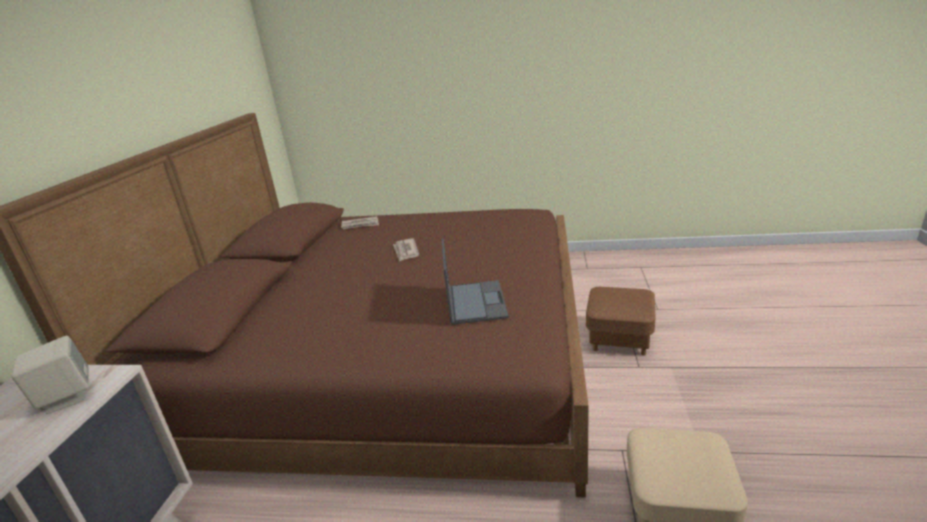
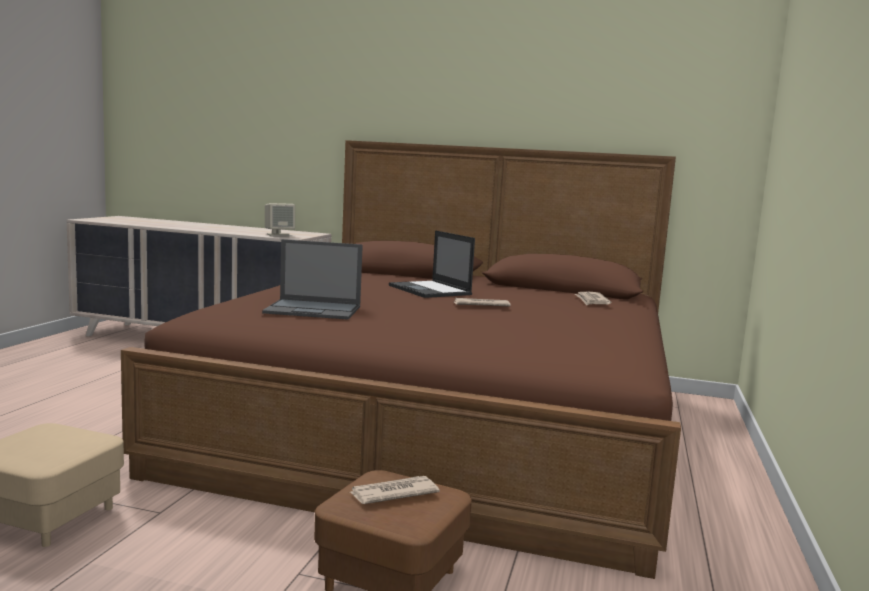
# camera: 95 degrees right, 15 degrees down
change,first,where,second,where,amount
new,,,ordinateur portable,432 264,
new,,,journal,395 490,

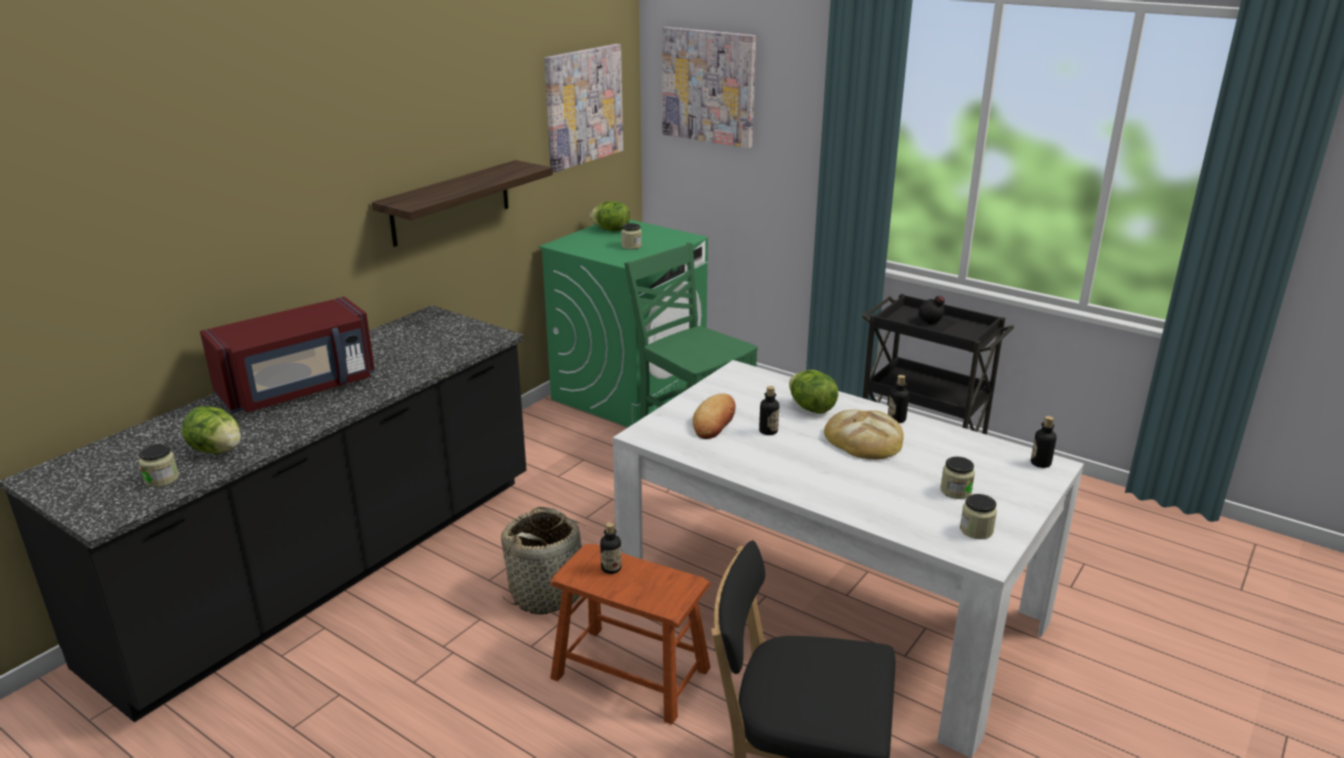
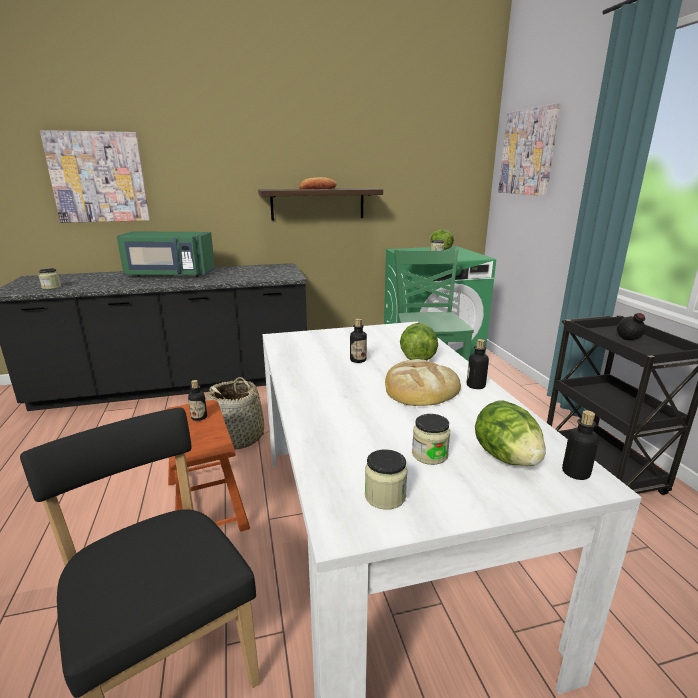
# camera: 40 degrees right, 5 degrees down
change,first,where,second,where,amount
shifted,tableau,583 108,,95 176,
repainted,micro-ondes/rouge,287 355,micro-ondes/vert,166 254,
shifted,pain,714 416,,318 183,
shifted,laitue,211 430,,510 433,

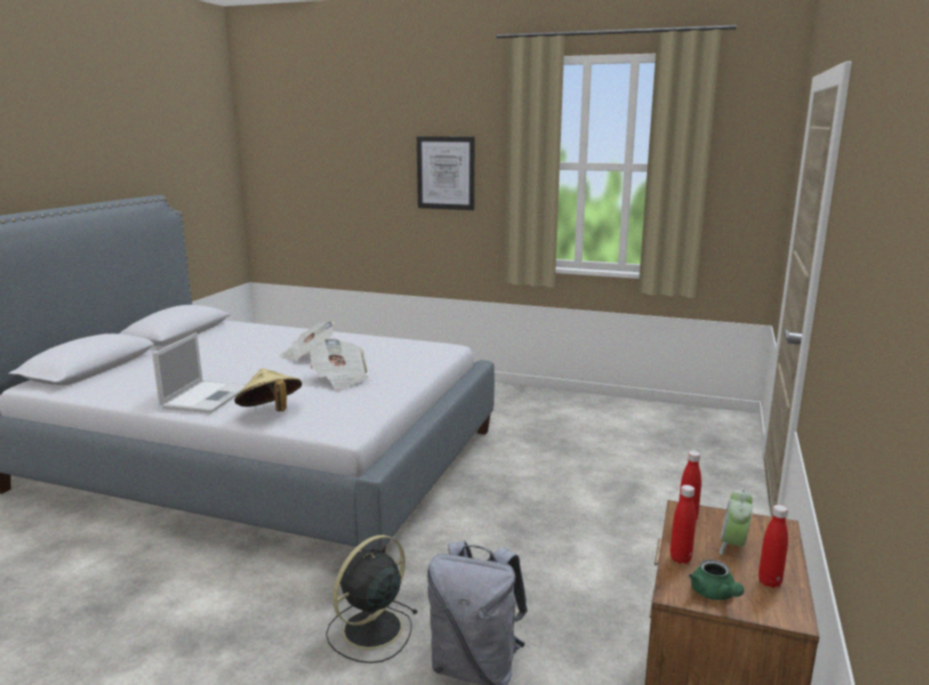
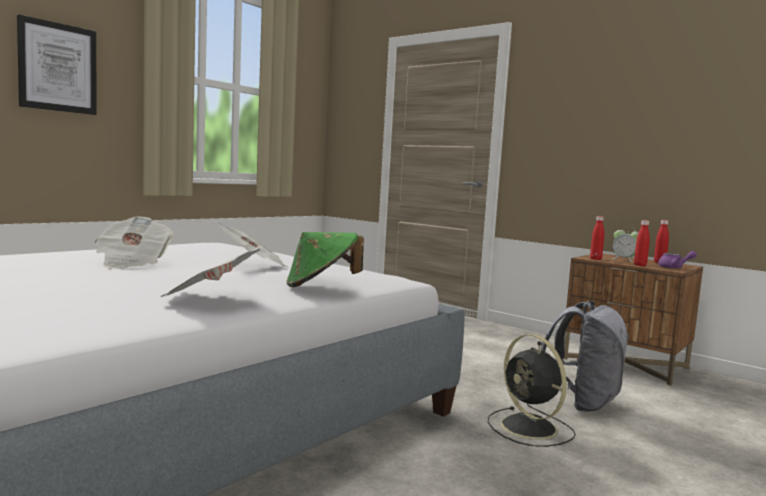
# camera: 70 degrees left, 10 degrees down
change,first,where,second,where,amount
swapped,ordinateur portable,199 373,journal,211 271,
repainted,chapeau/beige,268 389,chapeau/vert,325 259,
repainted,théière/vert,716 580,théière/violet,677 260,

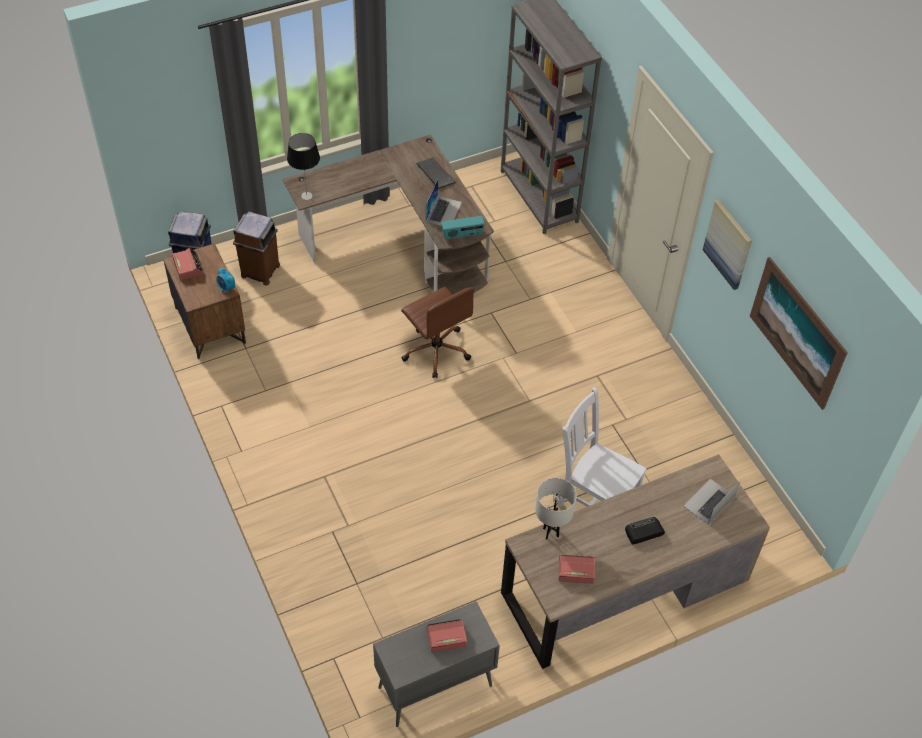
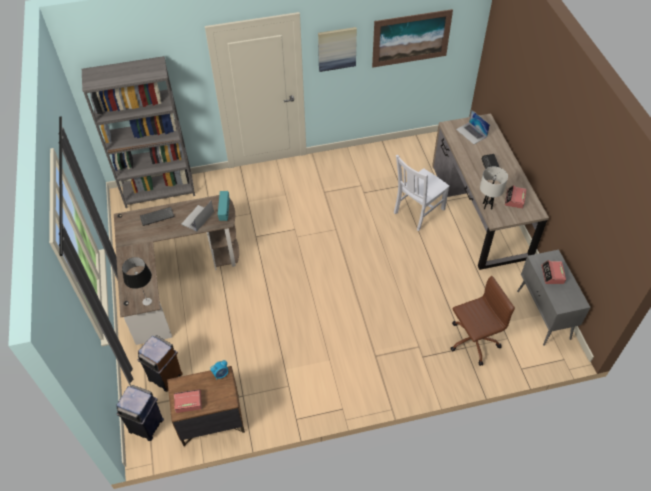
# camera: 75 degrees left, 0 degrees up
change,first,where,second,where,amount
rotated,ordinateur portable,444 203,,198 216,90 degrees counterclockwise
shifted,chaise de bureau/marron,438 332,,482 320,

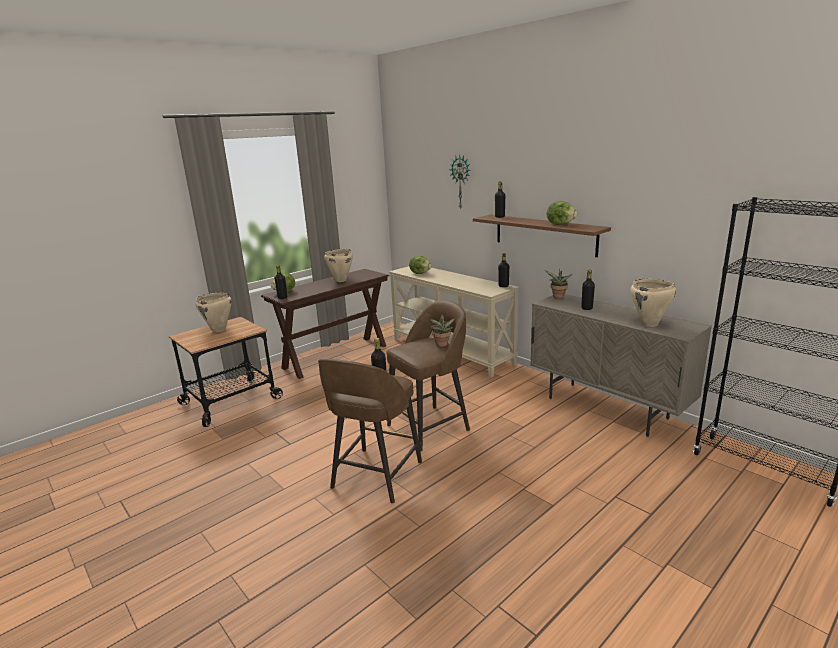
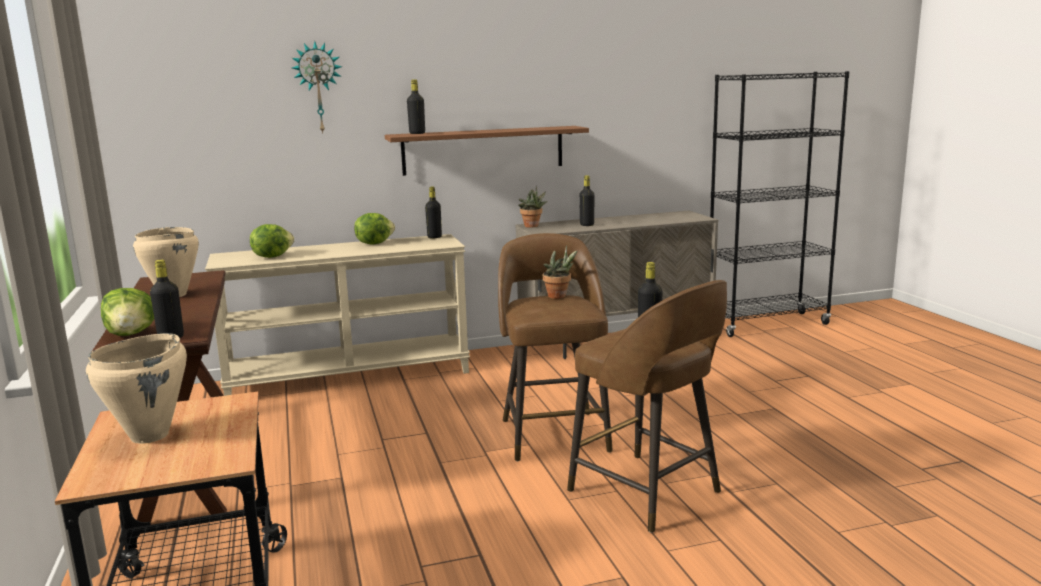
# camera: 65 degrees left, 5 degrees down
change,first,where,second,where,amount
shifted,laitue,562 213,,374 228,
gone,marmite/beige,653 303,,,

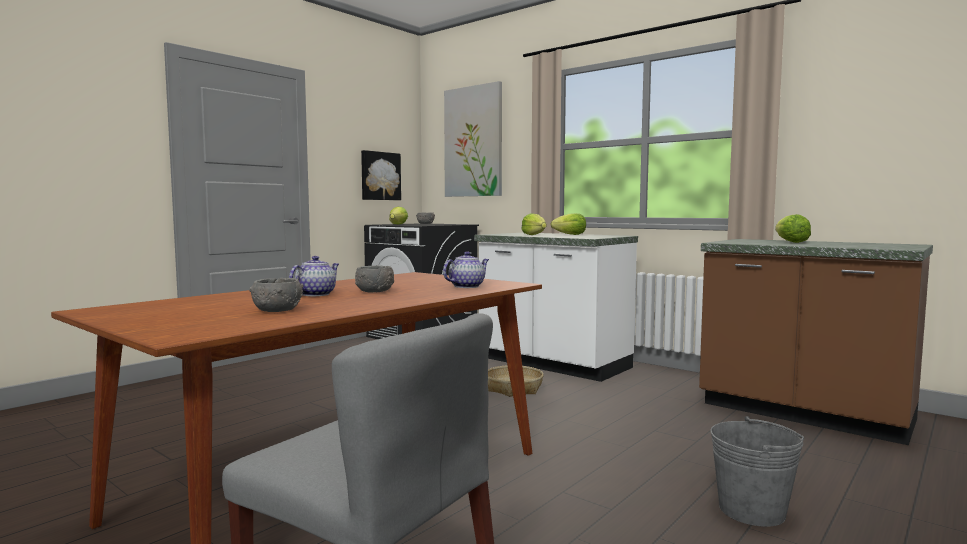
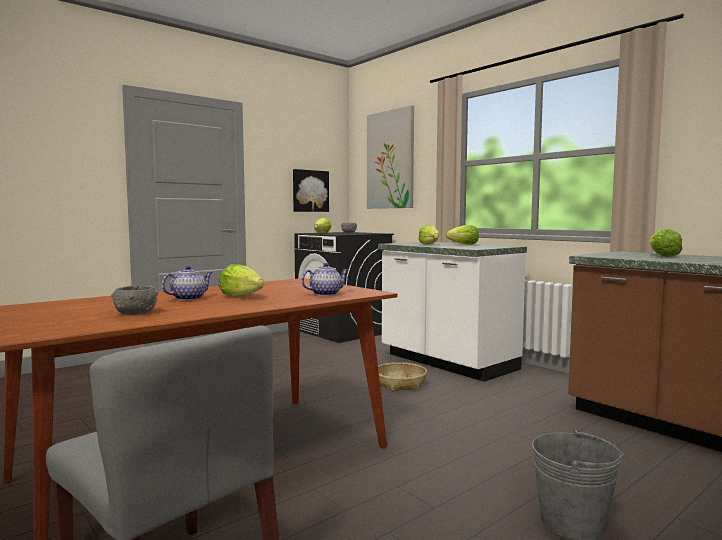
# camera: 10 degrees right, 0 degrees up
change,first,where,second,where,amount
swapped,bol/gris,374 279,laitue,241 280,

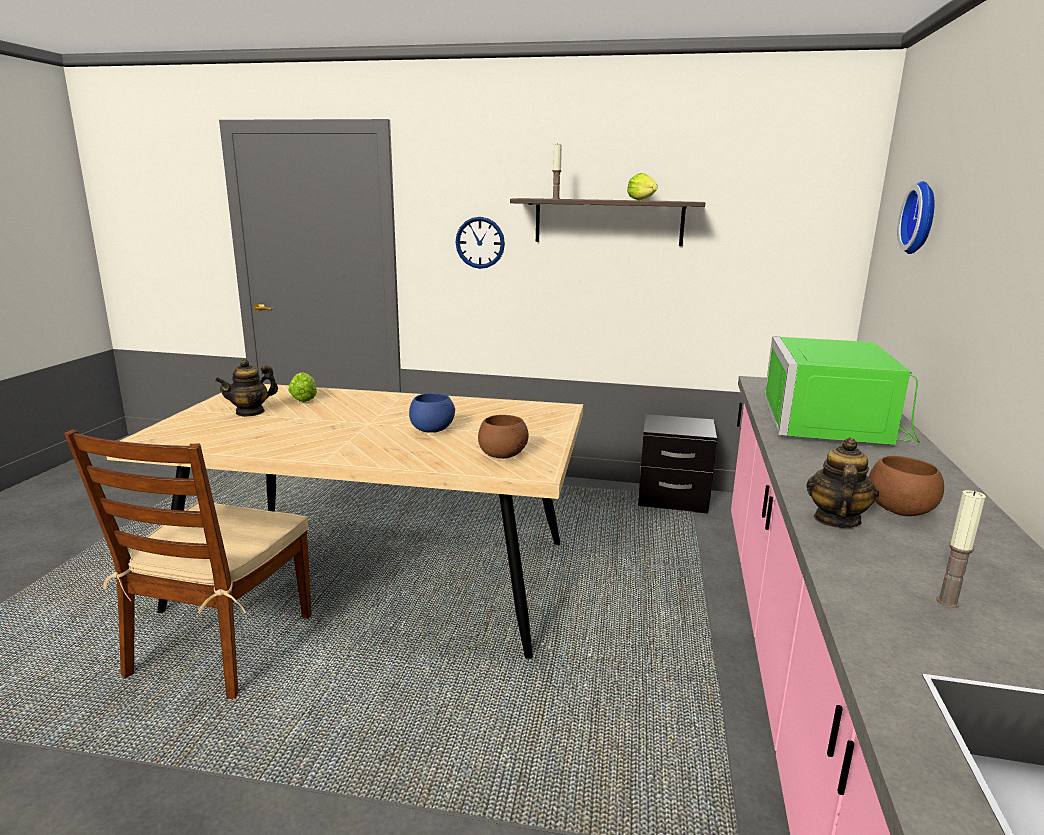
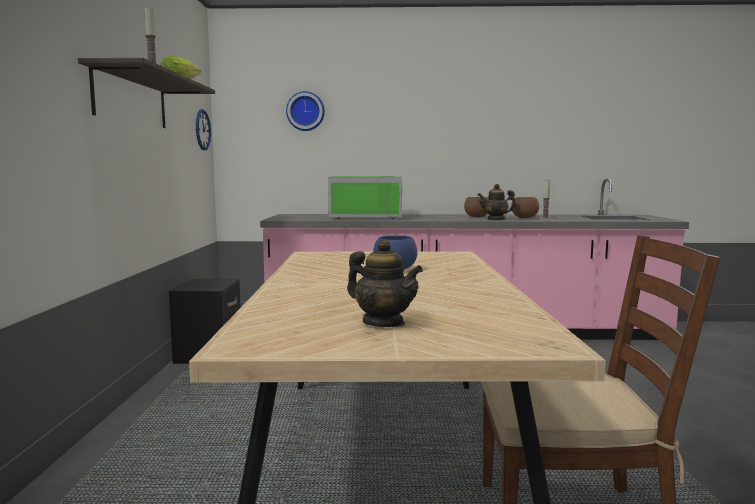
# camera: 100 degrees left, 10 degrees down
change,first,where,second,where,amount
shifted,horloge murale,480 243,,203 130,
gone,laitue,302 387,,,
shifted,bol/marron,503 437,,525 207,

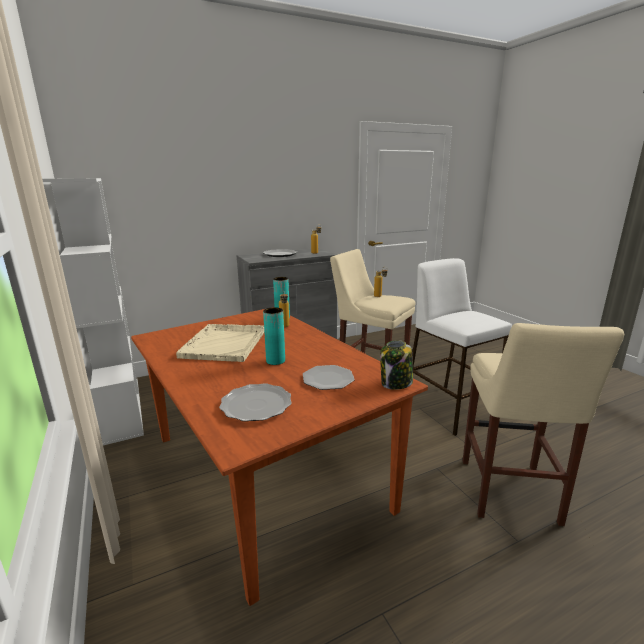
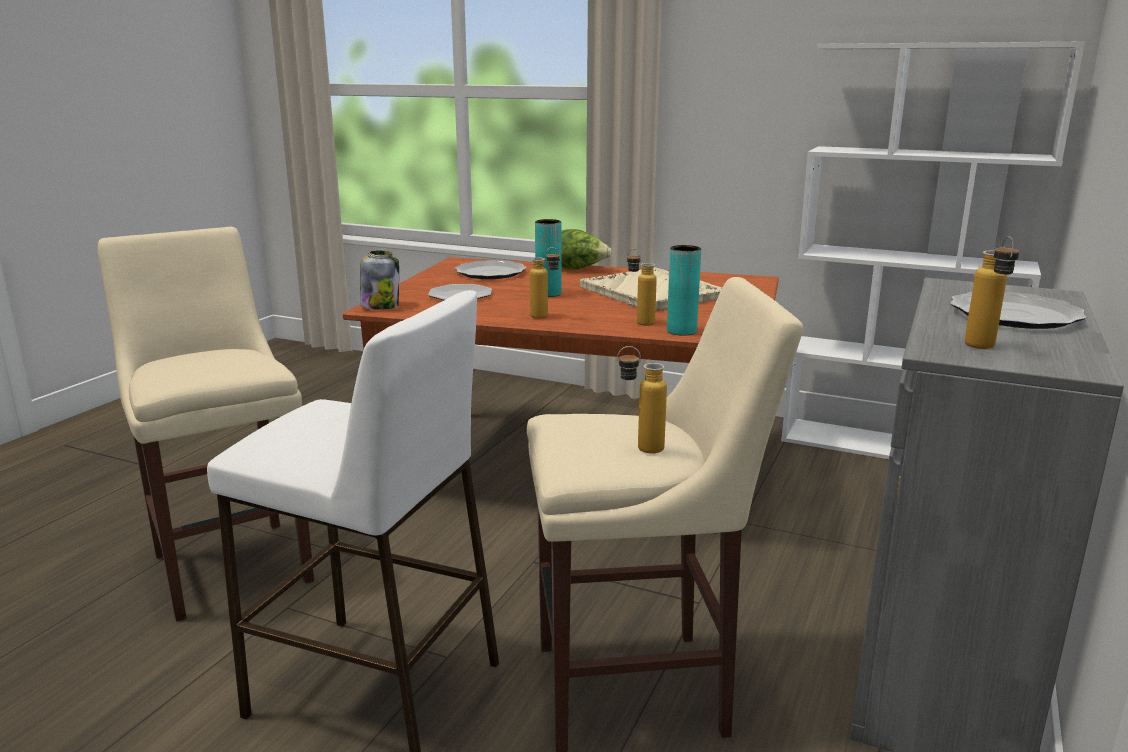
# camera: 140 degrees right, 0 degrees up
change,first,where,second,where,amount
new,,,laitue,586 249,
new,,,bouteille,545 283,

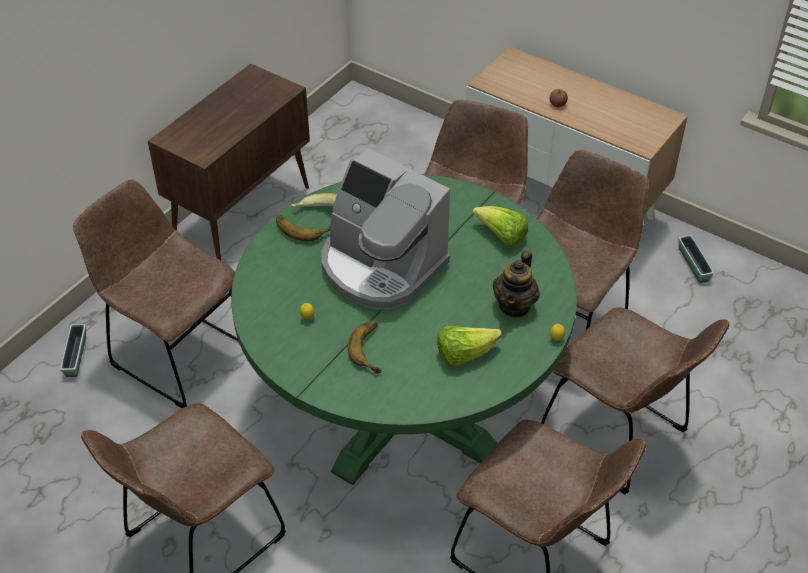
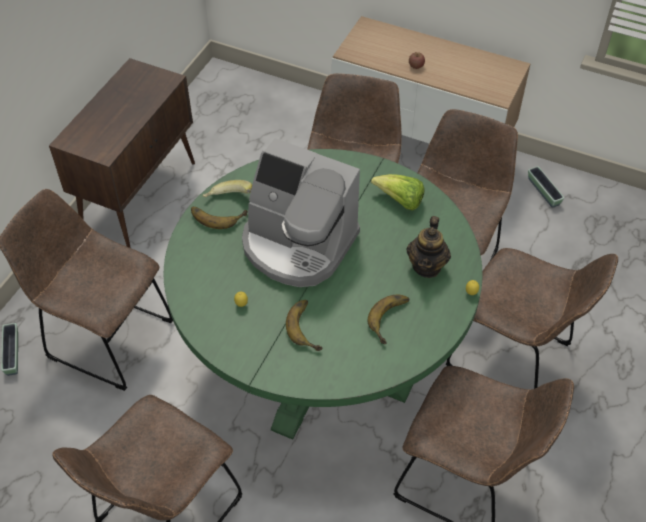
# camera: 10 degrees left, 5 degrees up
change,first,where,second,where,amount
swapped,laitue,469 346,banane,388 319,

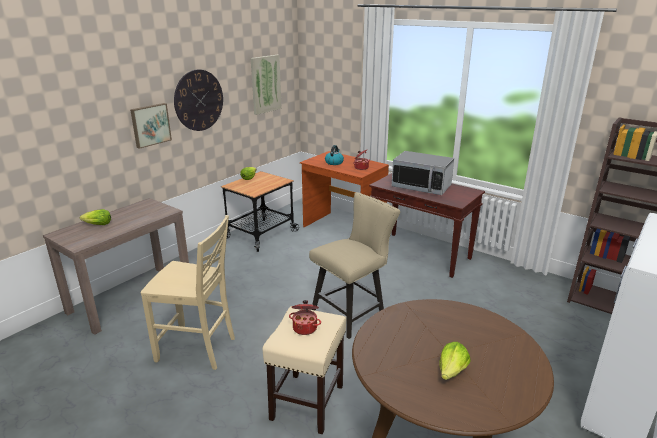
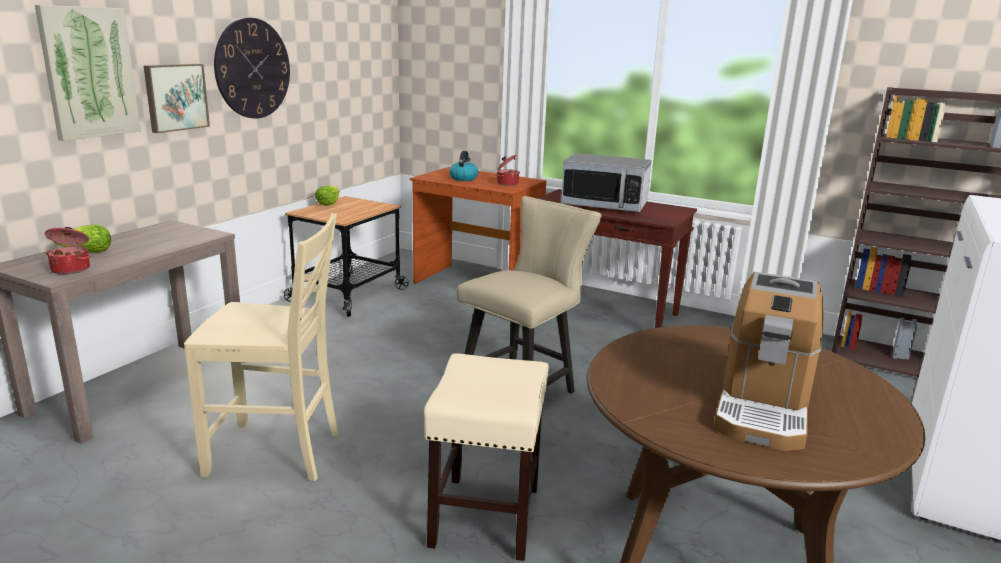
# camera: 10 degrees left, 5 degrees down
change,first,where,second,where,amount
shifted,tableau,266 85,,88 73,
shifted,marmite,305 317,,68 250,
swapped,laitue,455 361,machine à café,768 361,

